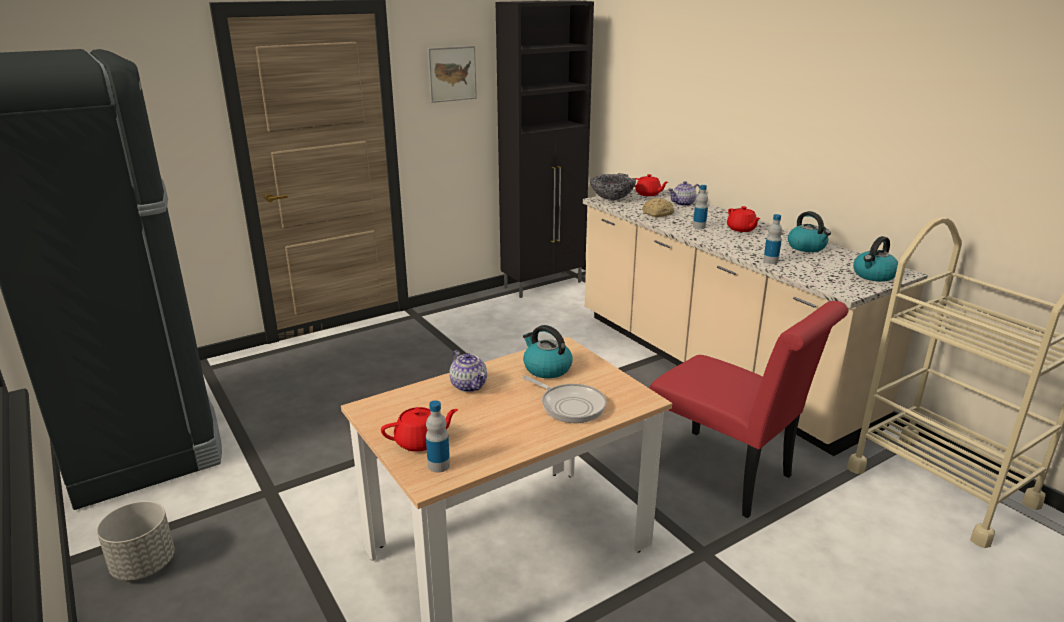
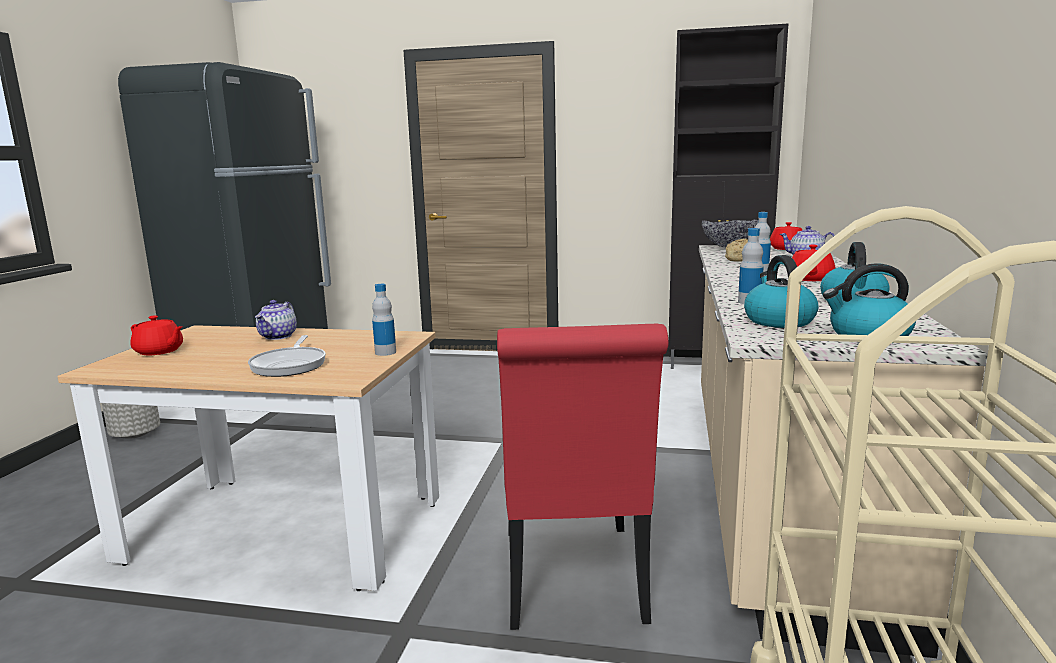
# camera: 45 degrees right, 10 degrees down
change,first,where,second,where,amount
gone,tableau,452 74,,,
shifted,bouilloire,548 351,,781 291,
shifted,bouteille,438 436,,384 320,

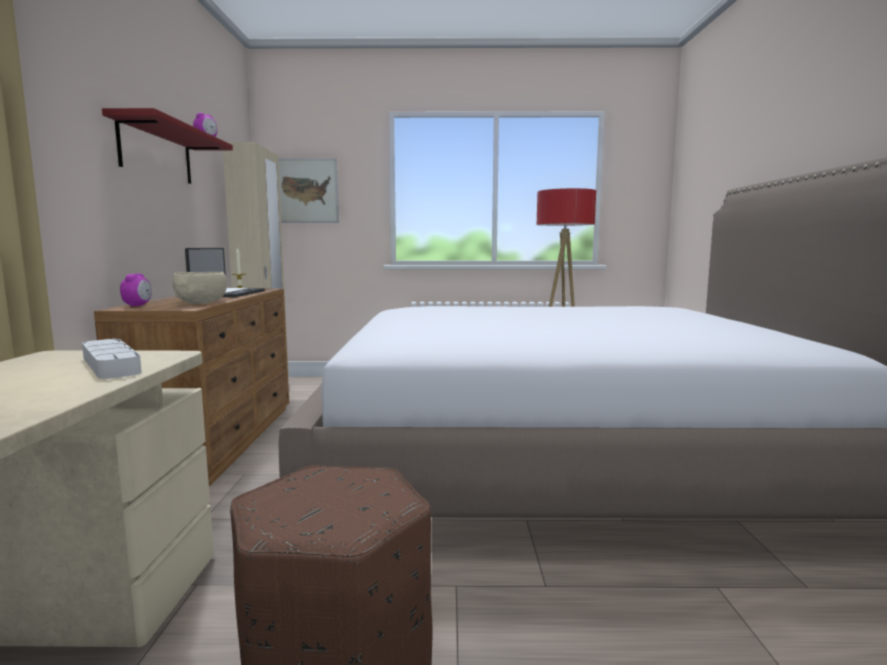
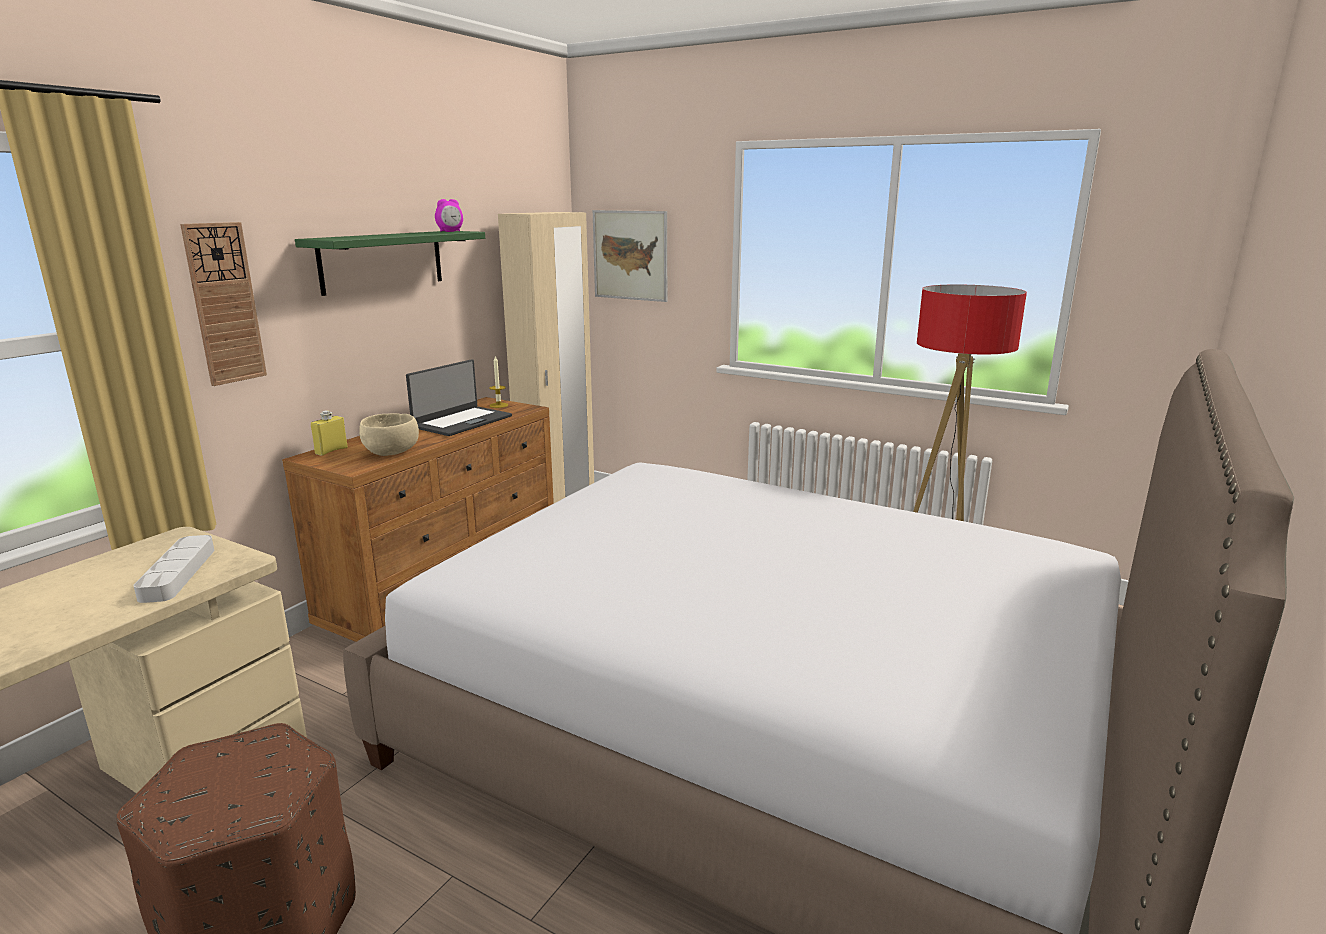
# camera: 30 degrees right, 10 degrees up
change,first,where,second,where,amount
repainted,étagère/rouge,167 146,étagère/vert,390 263,
swapped,réveil,136 290,bouteille/jaune,329 433,
new,,,horloge murale,223 304,

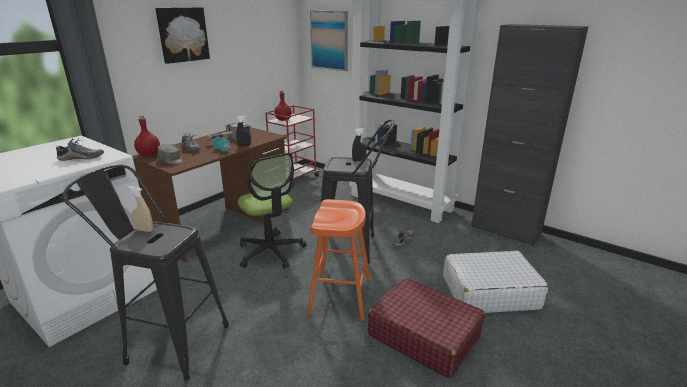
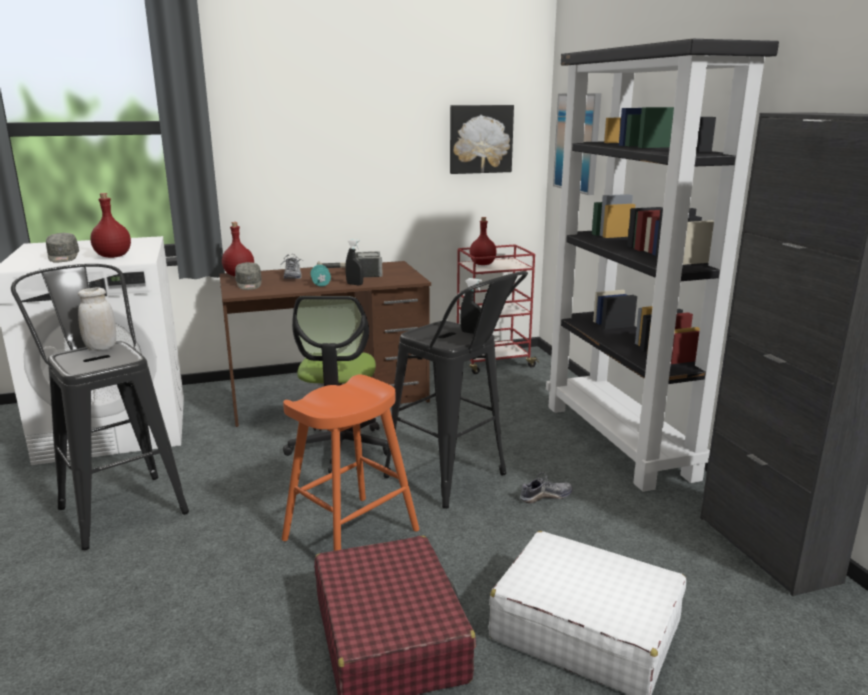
# camera: 35 degrees right, 5 degrees down
change,first,where,second,where,amount
shifted,tableau,182 35,,482 139,
swapped,chaussure,80 149,bouteille/rouge,110 225,
swapped,vaporisateur/beige,140 209,bocal/blanc,97 319,
new,,,casquette/gris,62 248,

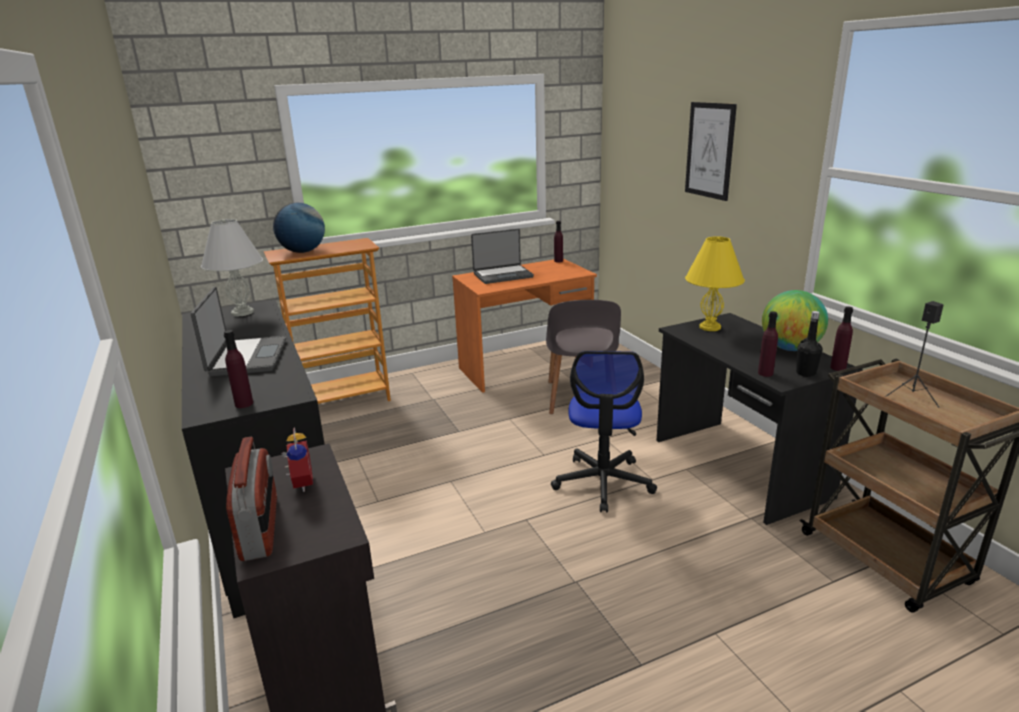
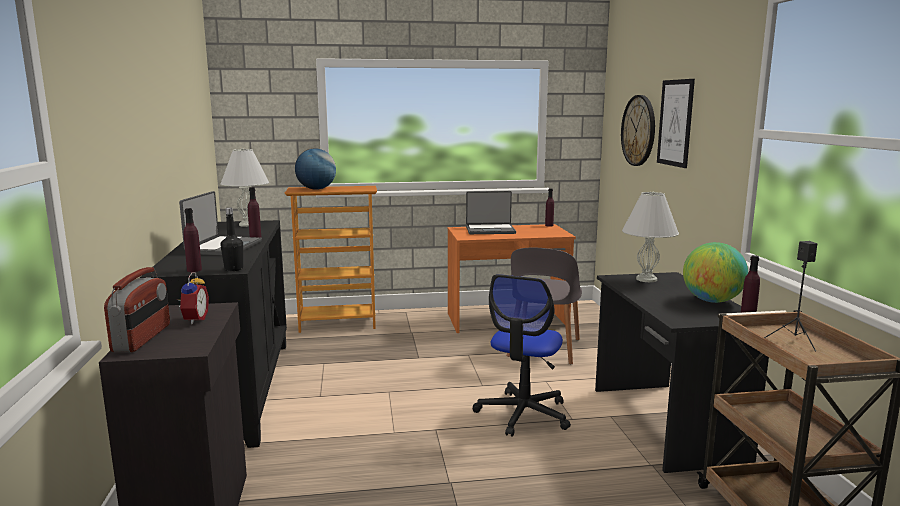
# camera: 15 degrees right, 10 degrees down
change,first,where,second,where,amount
repainted,lampe de table/jaune,715 283,lampe de table/blanc,650 237,
shifted,bouteille/violet,768 344,,254 212,
shifted,bouteille/noir,809 344,,231 239,
new,,,horloge murale,638 130,

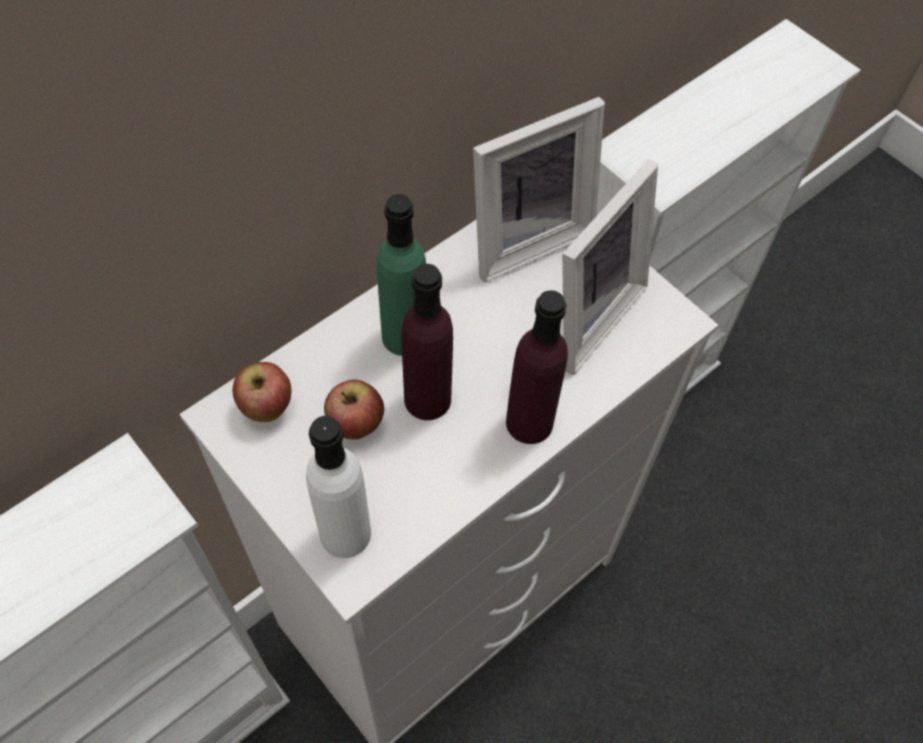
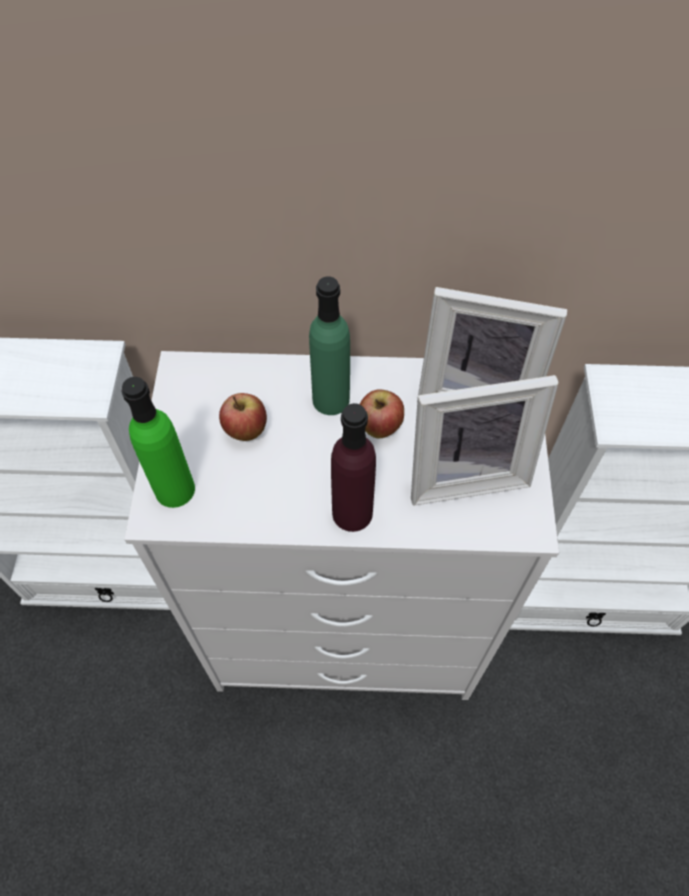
# camera: 45 degrees right, 0 degrees up
change,first,where,second,where,amount
gone,bouteille/violet,427 342,,,
shifted,pomme,262 392,,382 413,
repainted,bouteille/blanc,338 487,bouteille/vert,158 442,

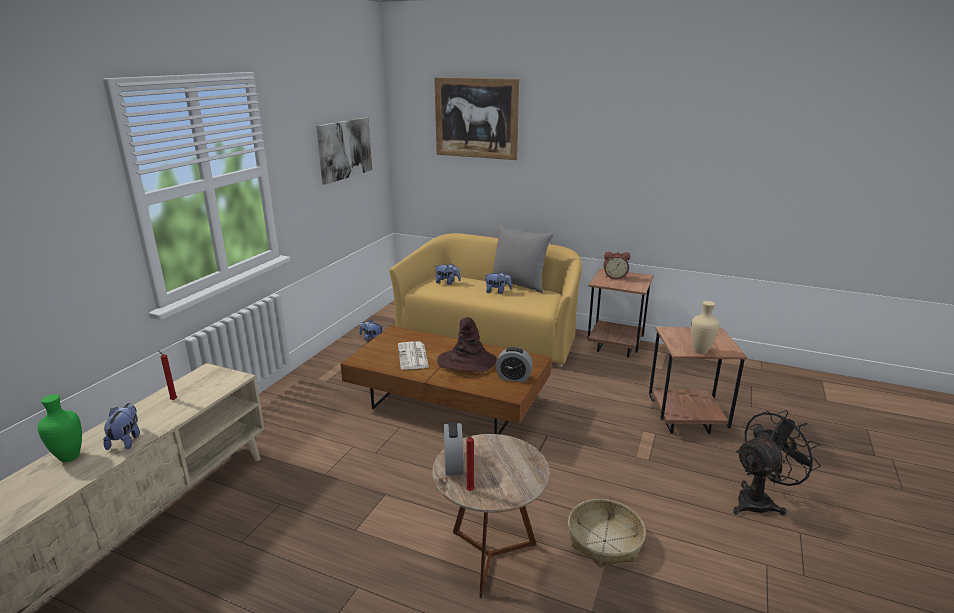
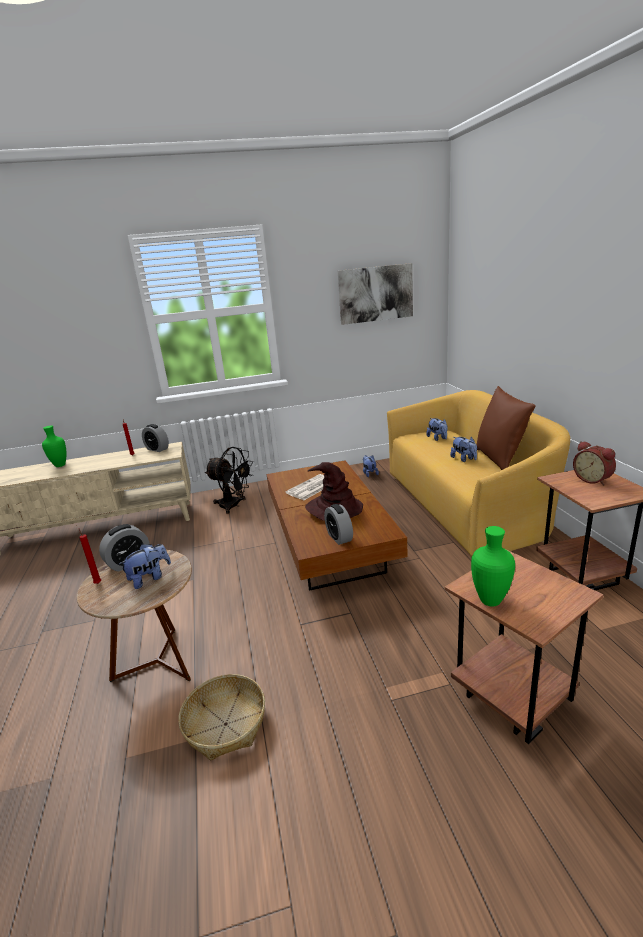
# camera: 55 degrees right, 0 degrees up
change,first,where,second,where,amount
gone,tableau,476 118,,,
repainted,coussin/gris,523 259,coussin/marron,506 428,
repainted,vase/beige,705 327,vase/vert,493 566,
shifted,peluche,121 426,,145 566,
shifted,ventilateur/noir,777 462,,229 480,
new,,,réveil,155 438,

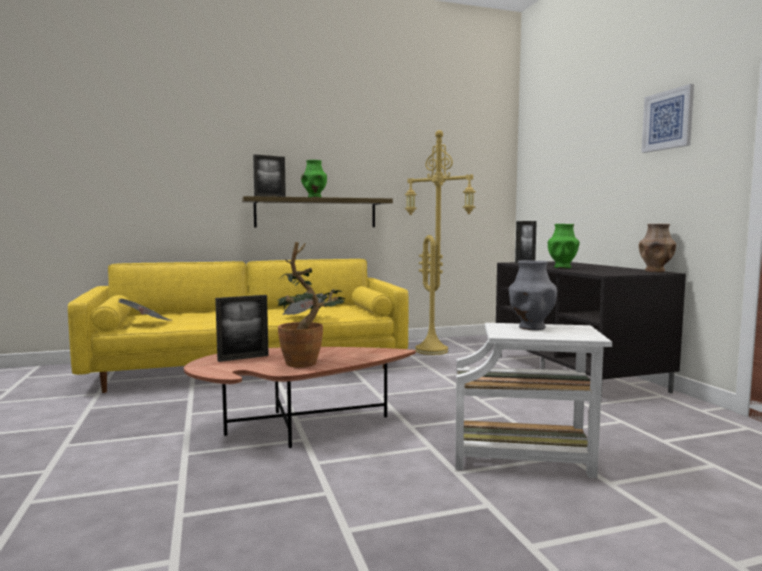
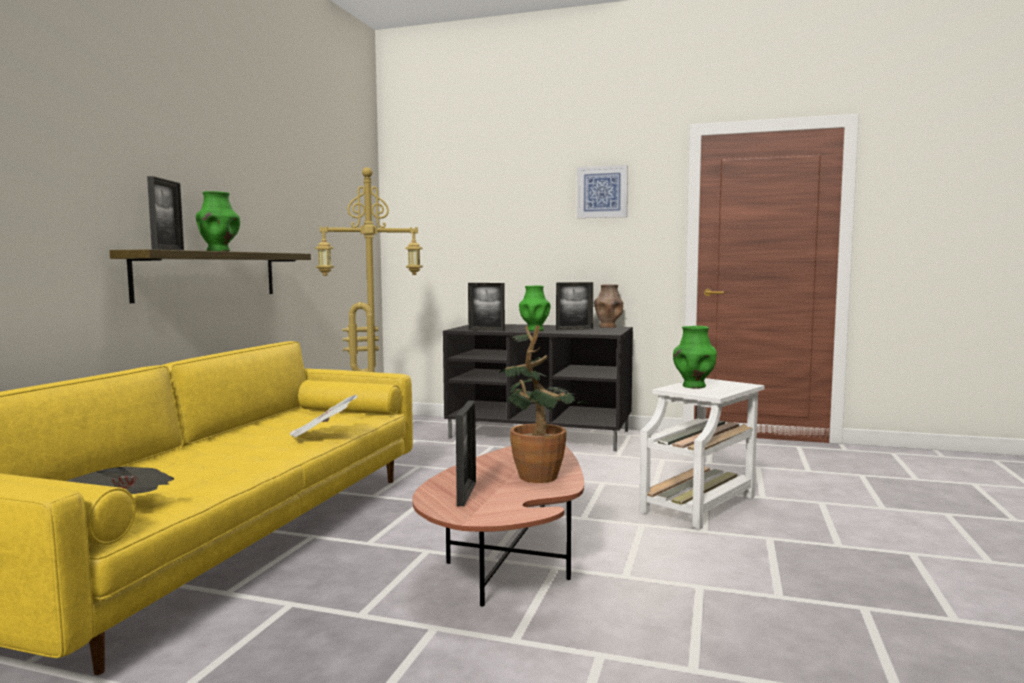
# camera: 55 degrees left, 0 degrees up
change,first,where,second,where,amount
repainted,vase/gris,533 295,vase/vert,695 357,
new,,,cadre photo,574 306,

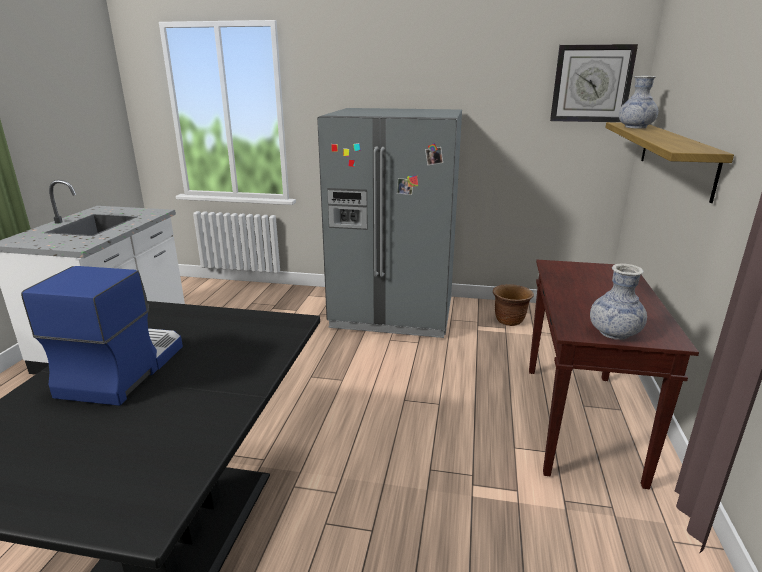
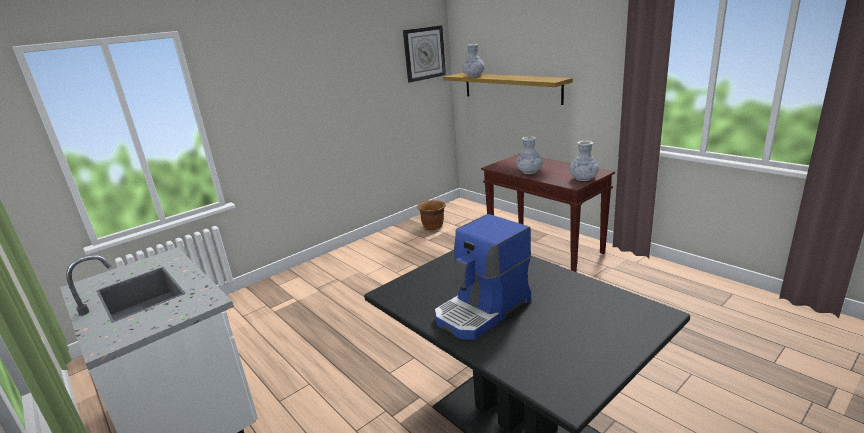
# camera: 50 degrees left, 0 degrees up
change,first,where,second,where,amount
gone,réfrigérateur/gris,389 223,,,
rotated,machine à café,102 336,,482 277,90 degrees counterclockwise
new,,,vase,529 155,

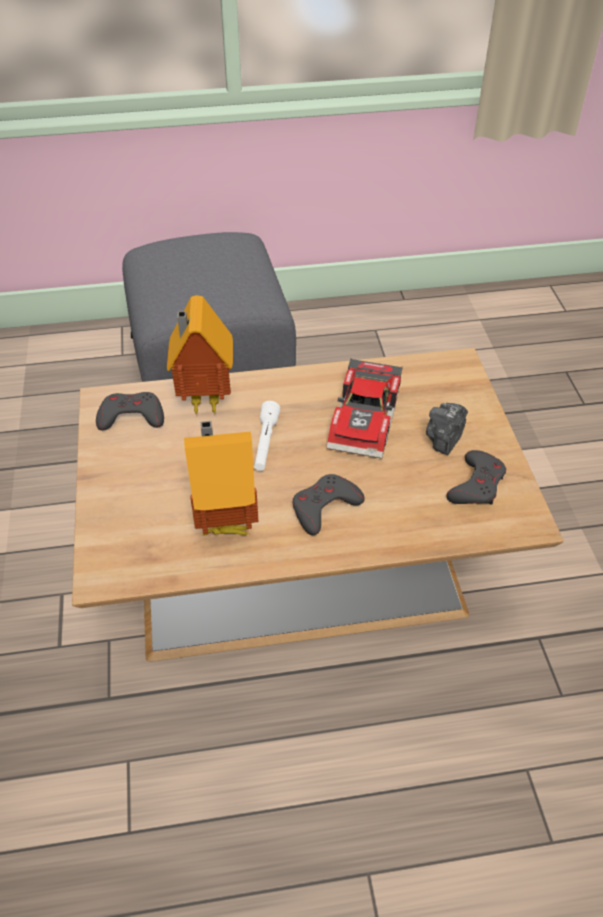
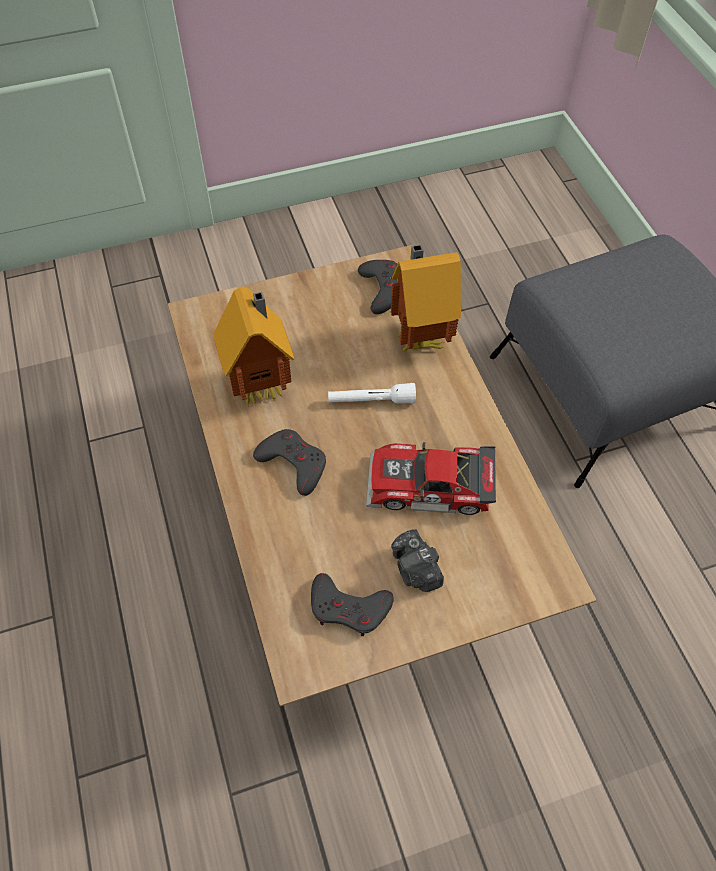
# camera: 80 degrees right, 10 degrees up
change,first,where,second,where,amount
rotated,appareil photo,447 429,,417 560,135 degrees counterclockwise

